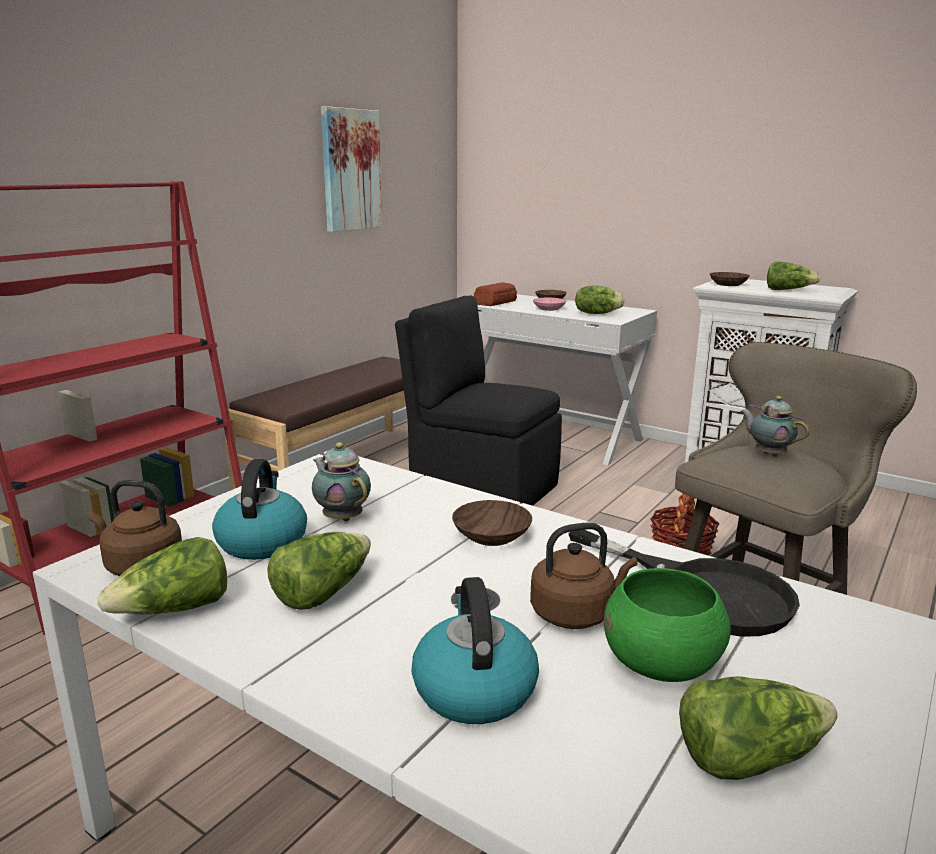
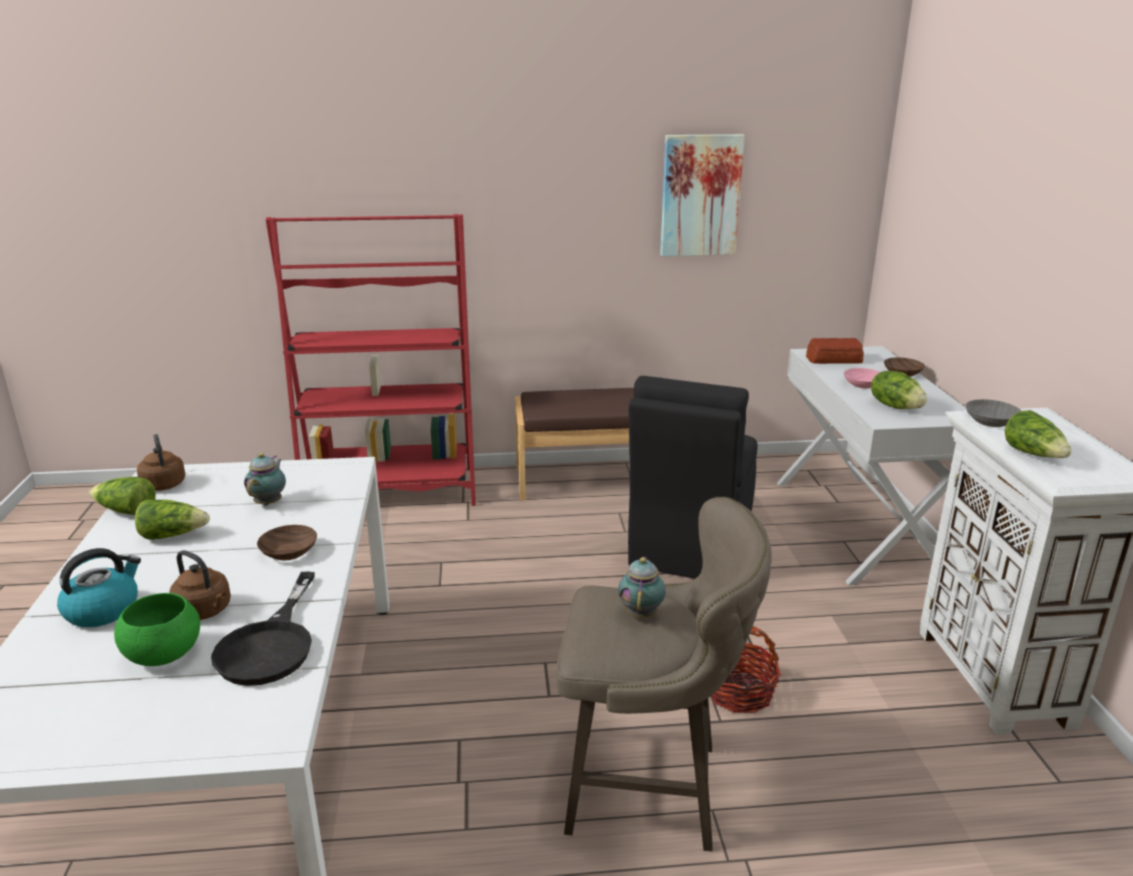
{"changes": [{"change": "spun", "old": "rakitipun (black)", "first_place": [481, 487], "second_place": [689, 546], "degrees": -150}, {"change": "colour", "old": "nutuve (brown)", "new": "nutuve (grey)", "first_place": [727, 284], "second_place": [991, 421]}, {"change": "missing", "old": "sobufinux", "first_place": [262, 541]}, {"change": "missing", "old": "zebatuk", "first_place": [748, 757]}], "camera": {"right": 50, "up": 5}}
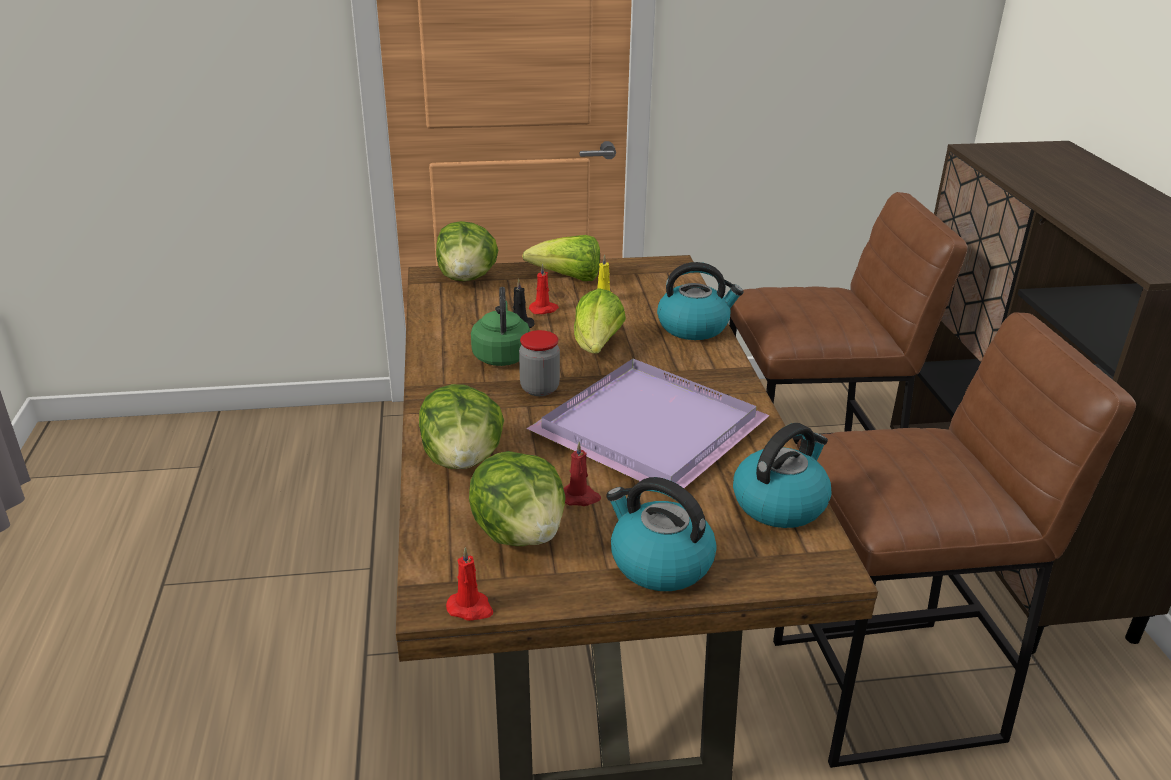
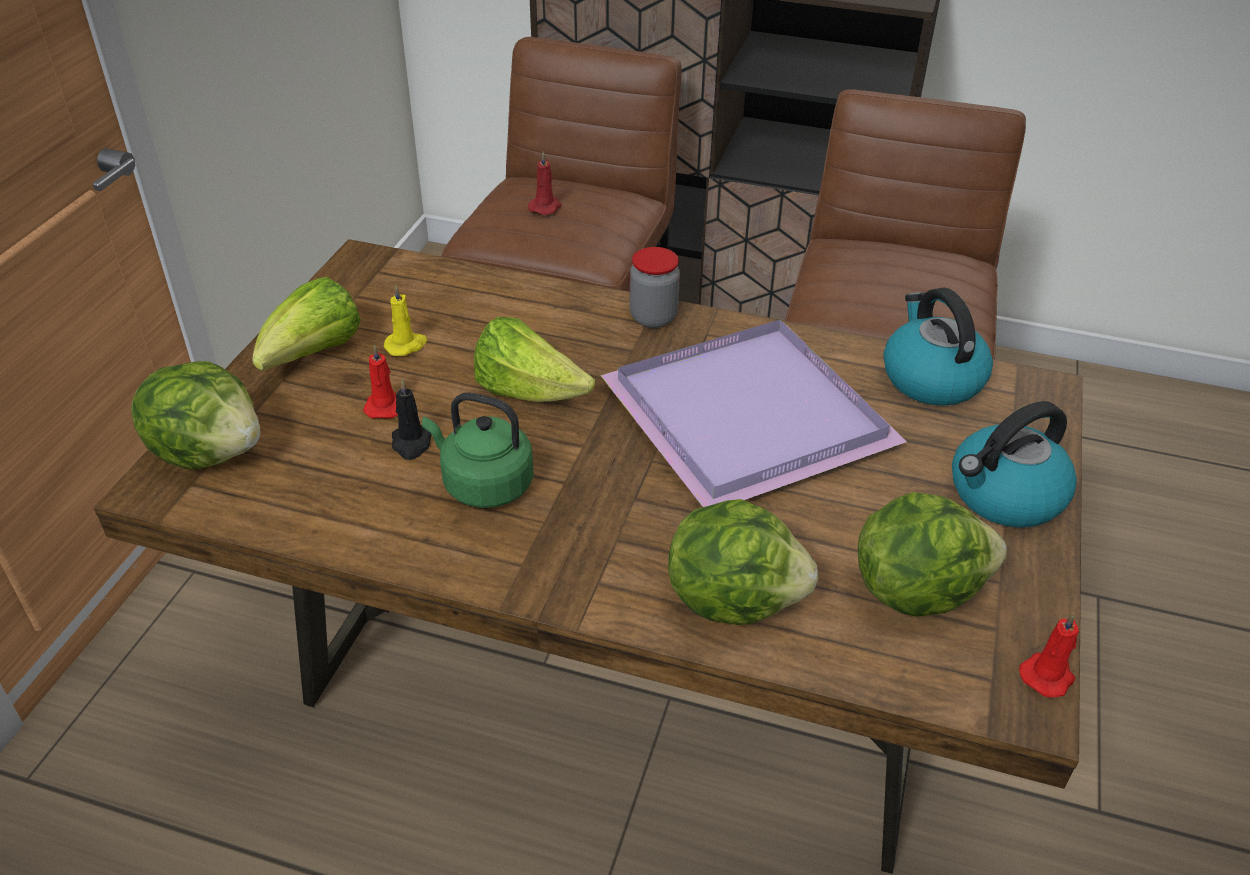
{"changes": [{"change": "relocated", "old": "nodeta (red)", "first_place": [580, 497], "second_place": [546, 207]}, {"change": "relocated", "old": "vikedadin", "first_place": [539, 388], "second_place": [653, 317]}, {"change": "missing", "old": "sobufinux", "first_place": [694, 326]}], "camera": {"right": -65, "up": 10}}
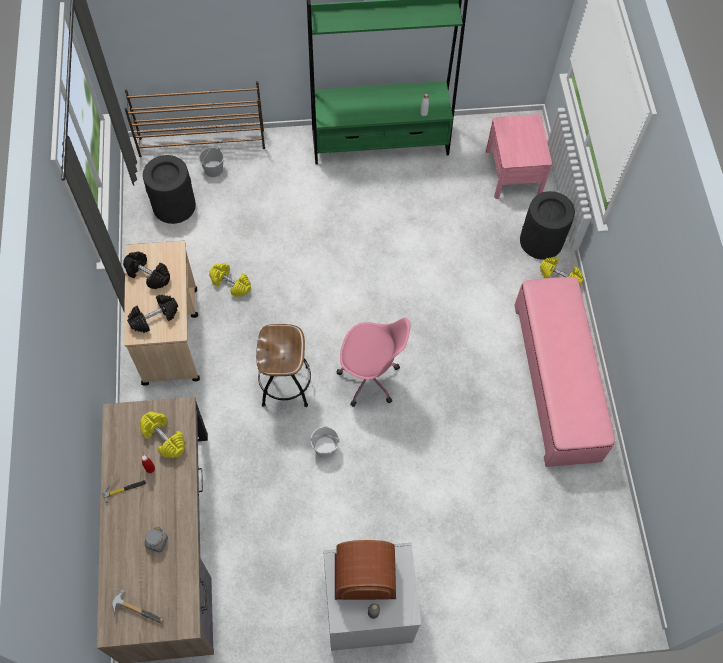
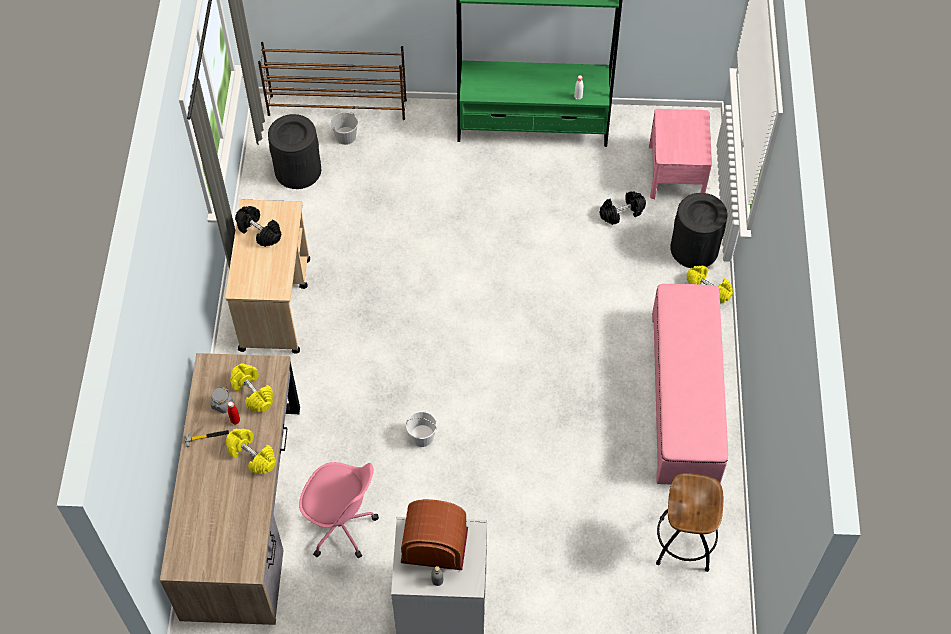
{"changes": [{"change": "relocated", "old": "vikedadin (grey)", "first_place": [157, 542], "second_place": [222, 404]}, {"change": "relocated", "old": "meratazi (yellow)", "first_place": [231, 284], "second_place": [252, 455]}, {"change": "relocated", "old": "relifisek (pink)", "first_place": [370, 379], "second_place": [343, 528]}, {"change": "relocated", "old": "meratazi (black)", "first_place": [154, 317], "second_place": [621, 212]}, {"change": "relocated", "old": "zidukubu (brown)", "first_place": [285, 386], "second_place": [684, 544]}, {"change": "missing", "old": "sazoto", "first_place": [138, 608]}], "camera": {"right": 10, "up": -5}}
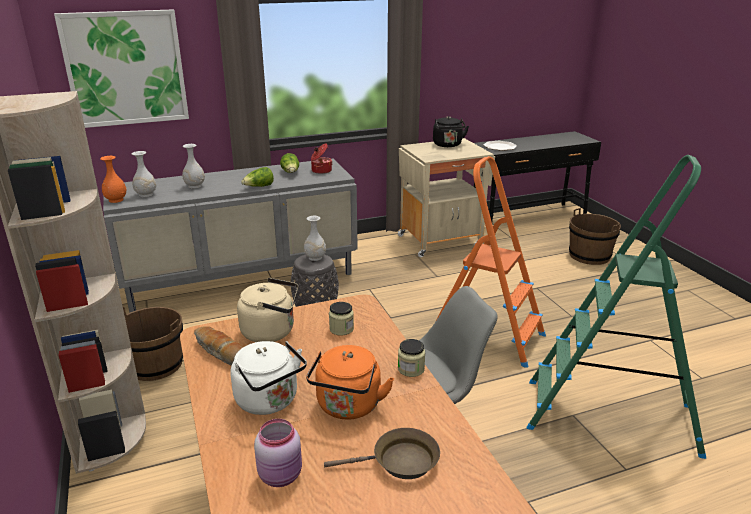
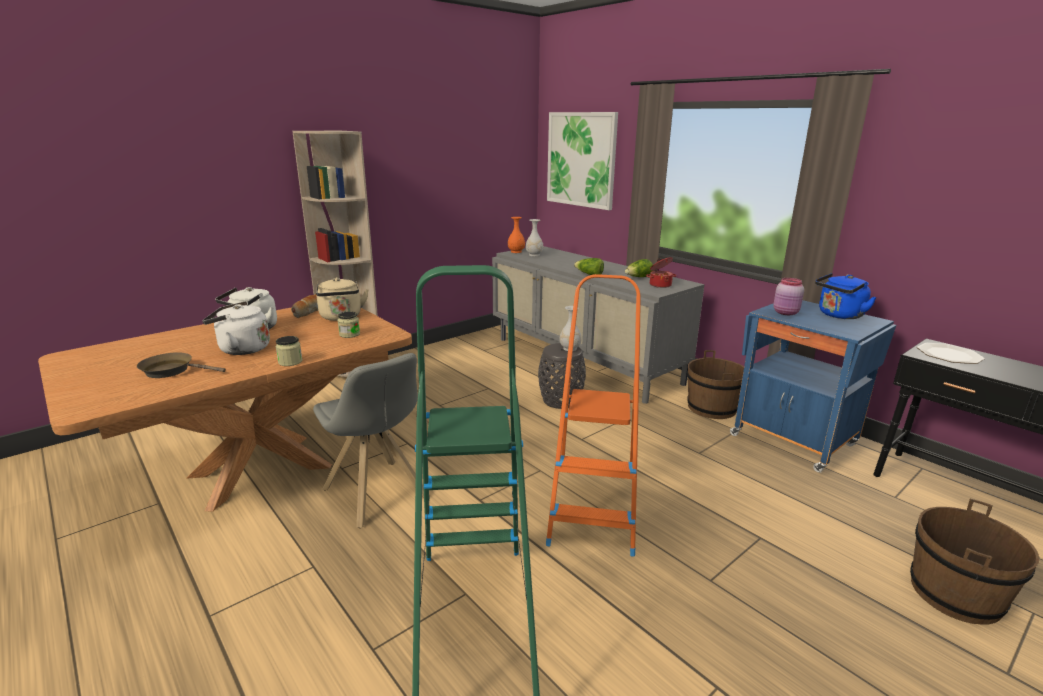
{"changes": [{"change": "spun", "old": "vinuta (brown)", "first_place": [400, 462], "second_place": [172, 371], "degrees": 120}, {"change": "colour", "old": "sobufinux (orange)", "new": "sobufinux (white)", "first_place": [348, 407], "second_place": [241, 349]}, {"change": "relocated", "old": "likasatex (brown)", "first_place": [155, 364], "second_place": [712, 408]}, {"change": "colour", "old": "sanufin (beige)", "new": "sanufin (blue)", "first_place": [441, 241], "second_place": [794, 442]}, {"change": "relocated", "old": "vikedadin (pink)", "first_place": [281, 475], "second_place": [786, 313]}, {"change": "colour", "old": "sobufinux (black)", "new": "sobufinux (blue)", "first_place": [448, 145], "second_place": [839, 315]}, {"change": "missing", "old": "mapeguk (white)", "first_place": [195, 186]}], "camera": {"right": 70, "up": -5}}
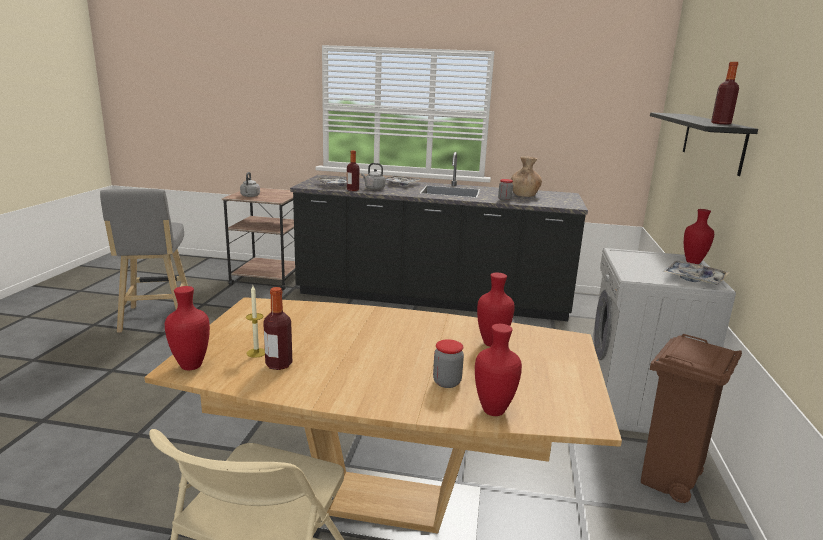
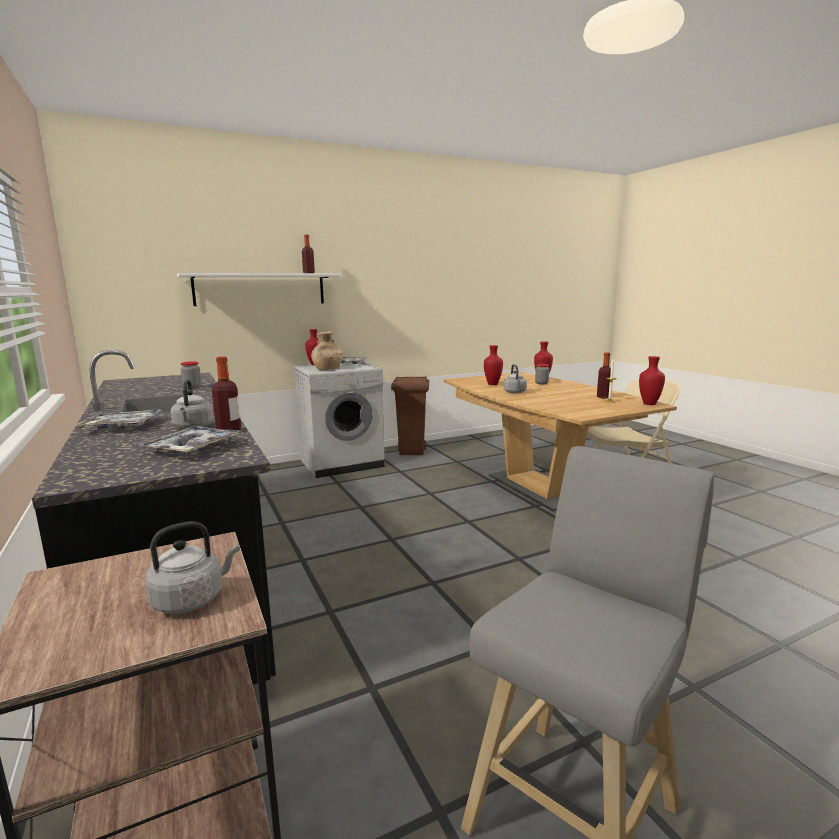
{"changes": [{"change": "colour", "old": "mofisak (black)", "new": "mofisak (white)", "first_place": [712, 141], "second_place": [260, 289]}, {"change": "relocated", "old": "mapeguk (brown)", "first_place": [524, 195], "second_place": [327, 369]}, {"change": "appeared", "new": "sobufinux (grey)", "second_place": [515, 392]}], "camera": {"right": -125, "up": -5}}
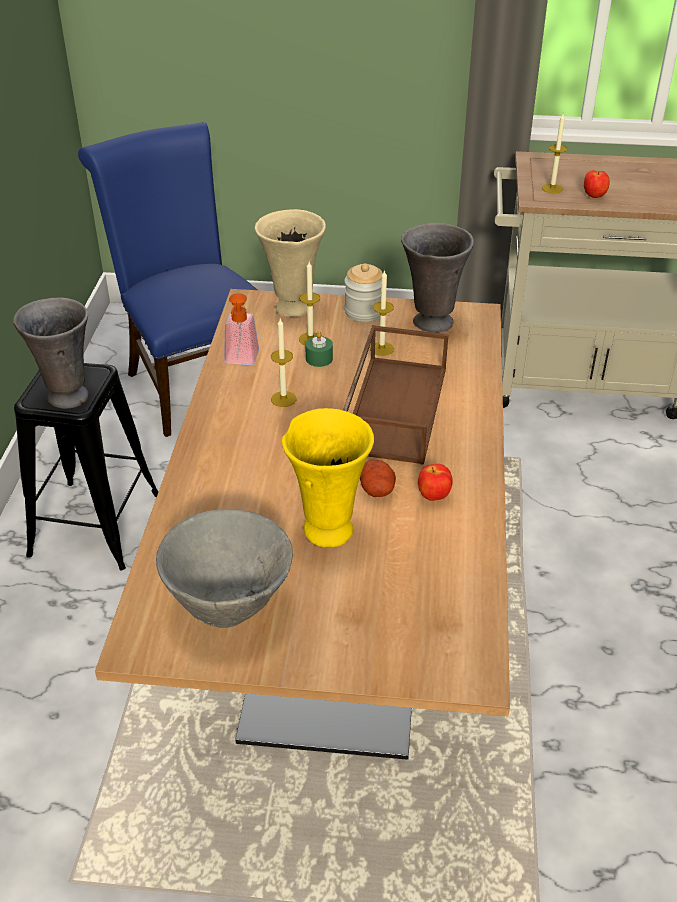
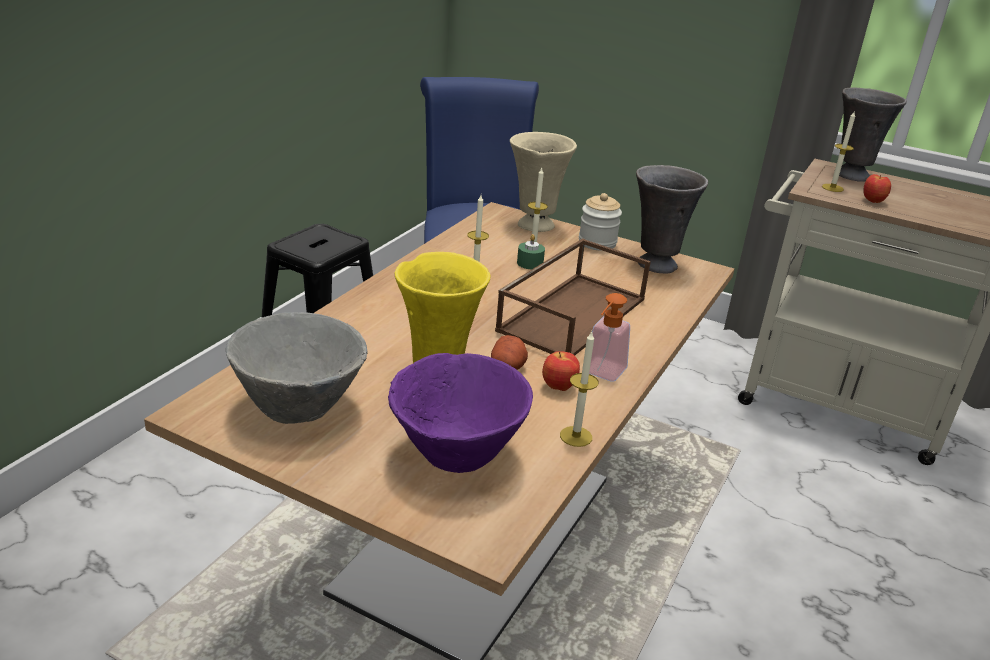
{"changes": [{"change": "appeared", "new": "nutuve (purple)", "second_place": [457, 456]}, {"change": "relocated", "old": "nodeta", "first_place": [381, 349], "second_place": [576, 436]}, {"change": "relocated", "old": "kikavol", "first_place": [240, 361], "second_place": [601, 374]}, {"change": "relocated", "old": "mapeguk (grey)", "first_place": [67, 396], "second_place": [850, 175]}], "camera": {"right": 20, "up": -10}}
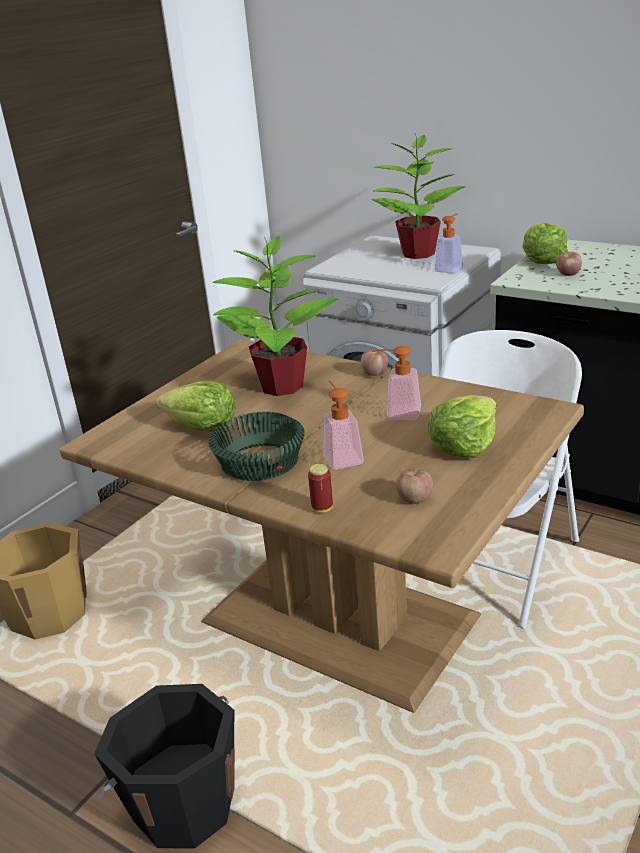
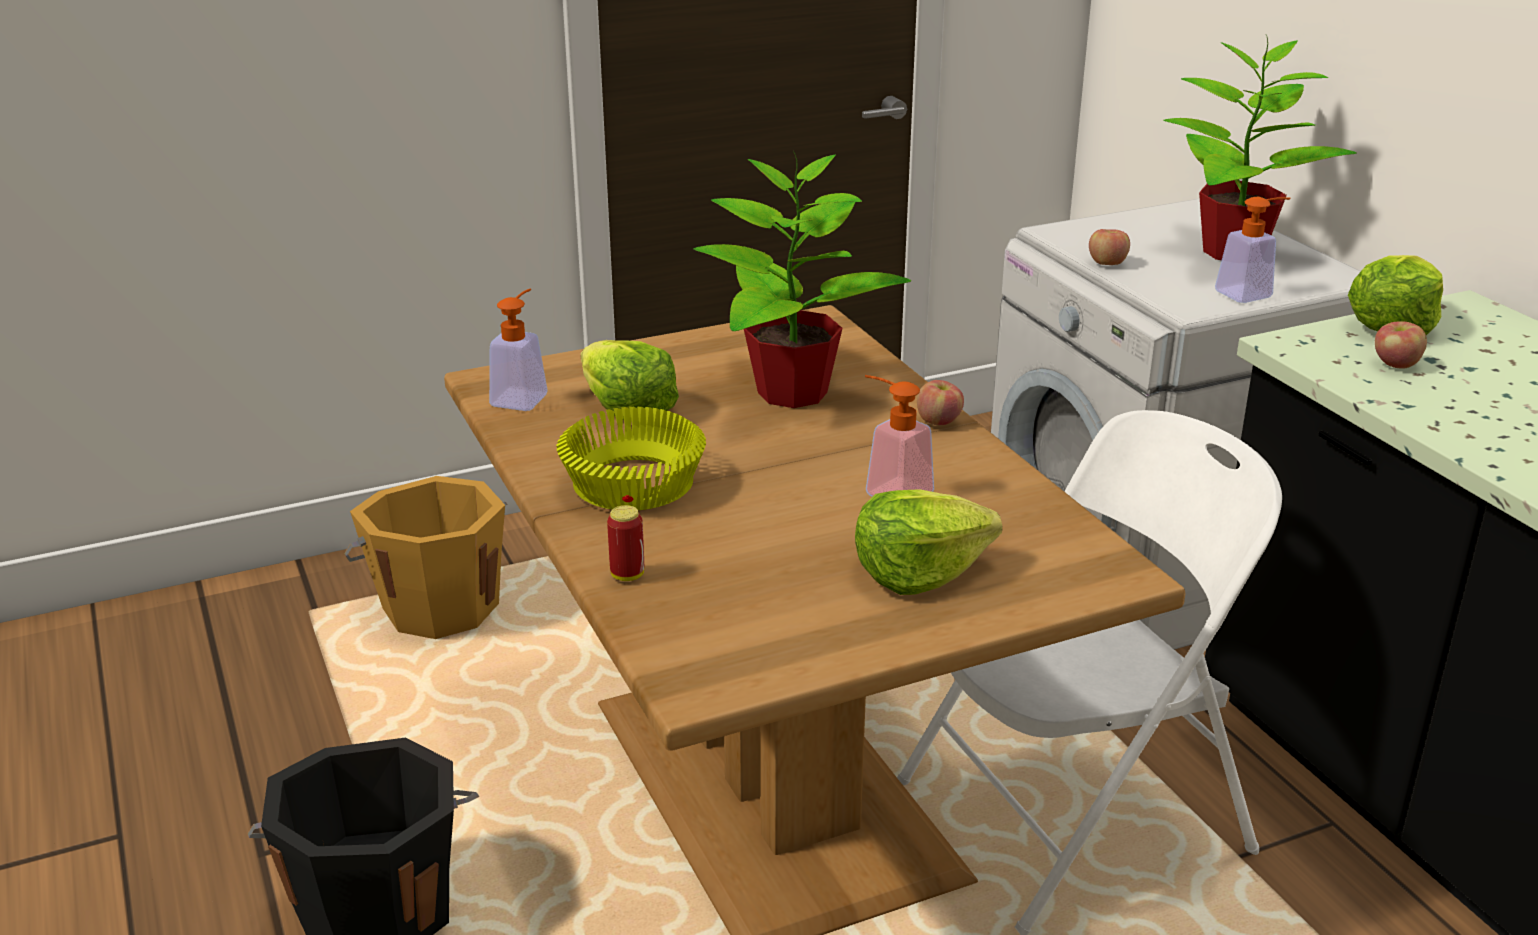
{"changes": [{"change": "relocated", "old": "kikavol", "first_place": [341, 456], "second_place": [523, 396]}, {"change": "colour", "old": "nutuve (green)", "new": "nutuve (yellow)", "first_place": [260, 463], "second_place": [631, 485]}, {"change": "relocated", "old": "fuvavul", "first_place": [414, 499], "second_place": [1107, 263]}], "camera": {"right": 30, "up": 0}}
